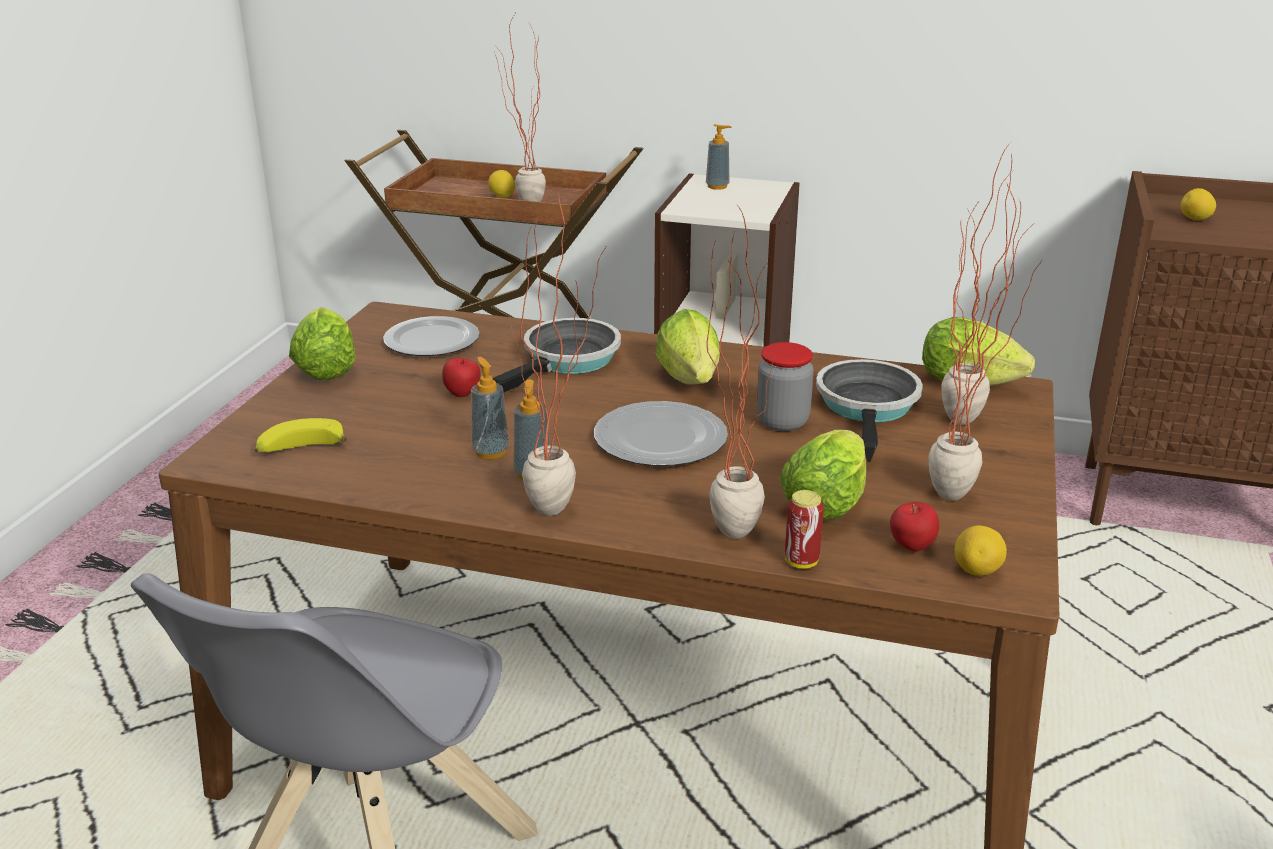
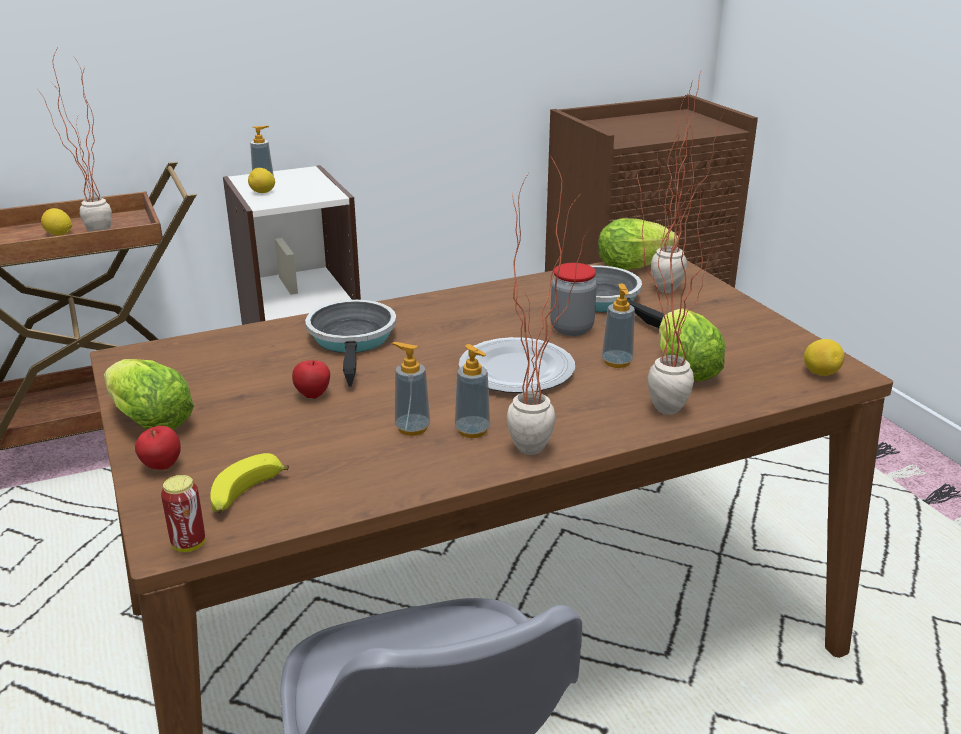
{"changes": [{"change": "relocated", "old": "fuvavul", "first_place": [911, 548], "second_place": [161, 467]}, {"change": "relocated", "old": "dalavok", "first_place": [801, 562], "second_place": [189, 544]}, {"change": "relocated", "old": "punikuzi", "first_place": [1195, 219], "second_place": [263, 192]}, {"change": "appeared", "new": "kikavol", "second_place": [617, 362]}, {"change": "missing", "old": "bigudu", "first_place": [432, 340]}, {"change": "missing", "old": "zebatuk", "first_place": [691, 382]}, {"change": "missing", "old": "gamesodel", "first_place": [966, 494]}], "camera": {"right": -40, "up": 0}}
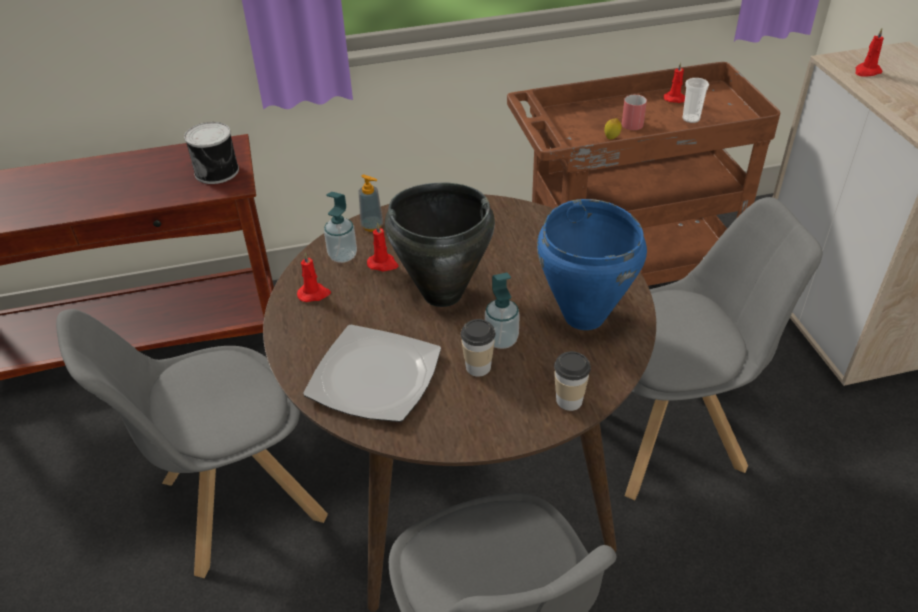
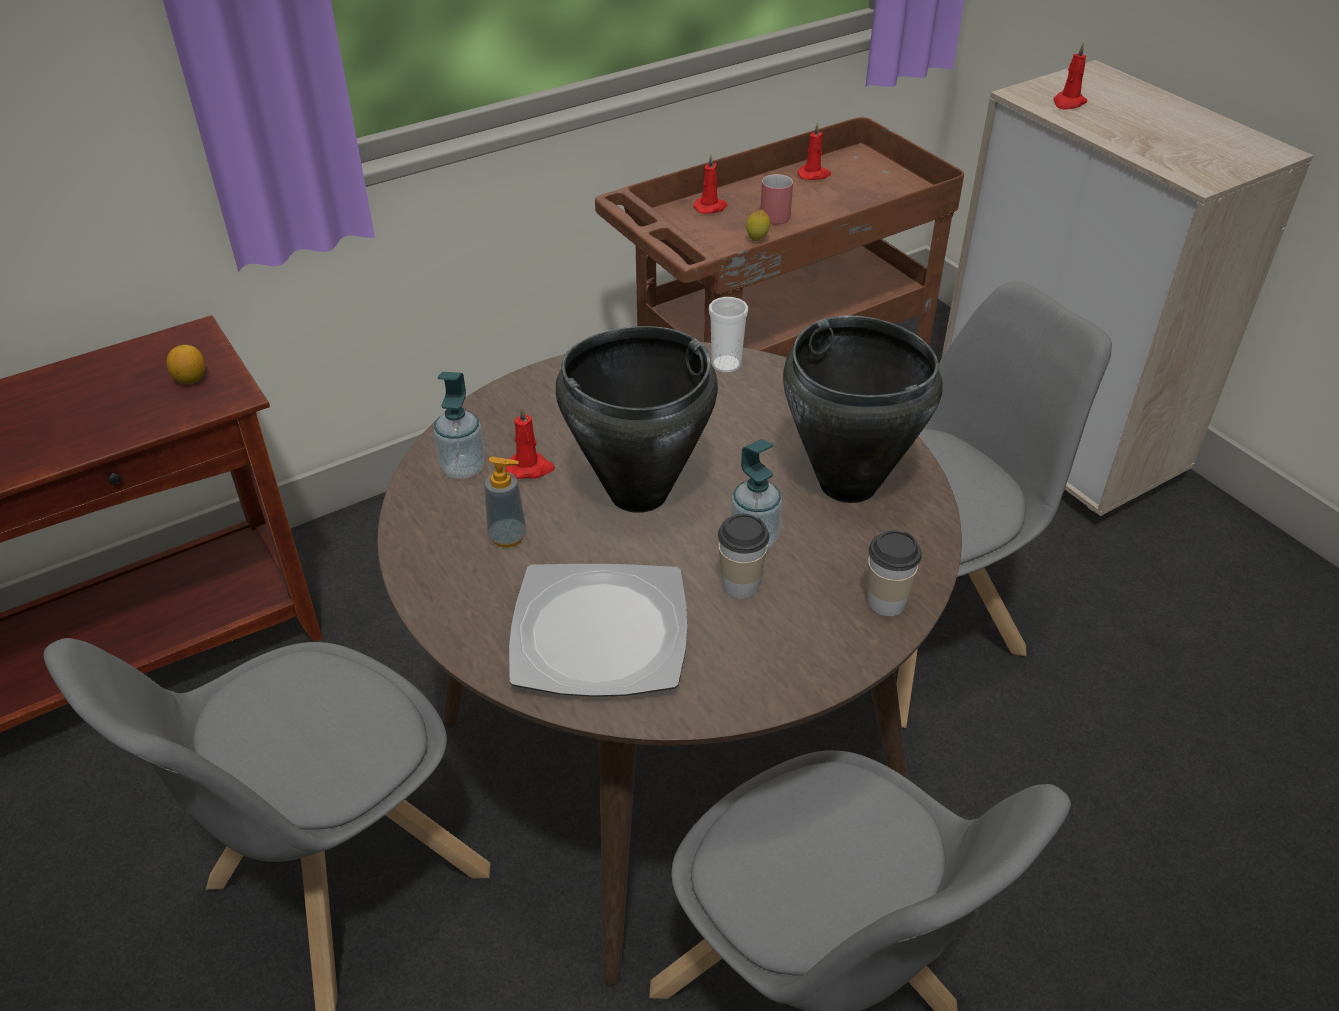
{"changes": [{"change": "exchanged", "old": "dalavok", "new": "punikuzi", "first_place": [218, 171], "second_place": [190, 379]}, {"change": "relocated", "old": "kikavol", "first_place": [372, 226], "second_place": [508, 536]}, {"change": "relocated", "old": "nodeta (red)", "first_place": [314, 294], "second_place": [711, 207]}, {"change": "relocated", "old": "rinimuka", "first_place": [691, 119], "second_place": [726, 365]}, {"change": "colour", "old": "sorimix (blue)", "new": "sorimix (black)", "first_place": [583, 317], "second_place": [848, 485]}], "camera": {"right": -20, "up": 0}}
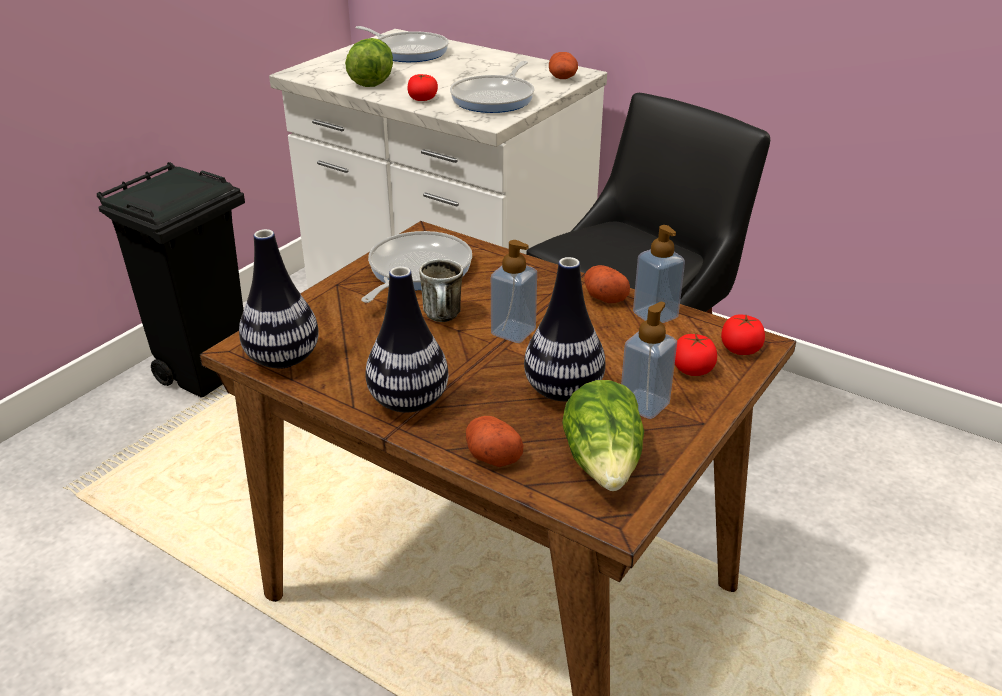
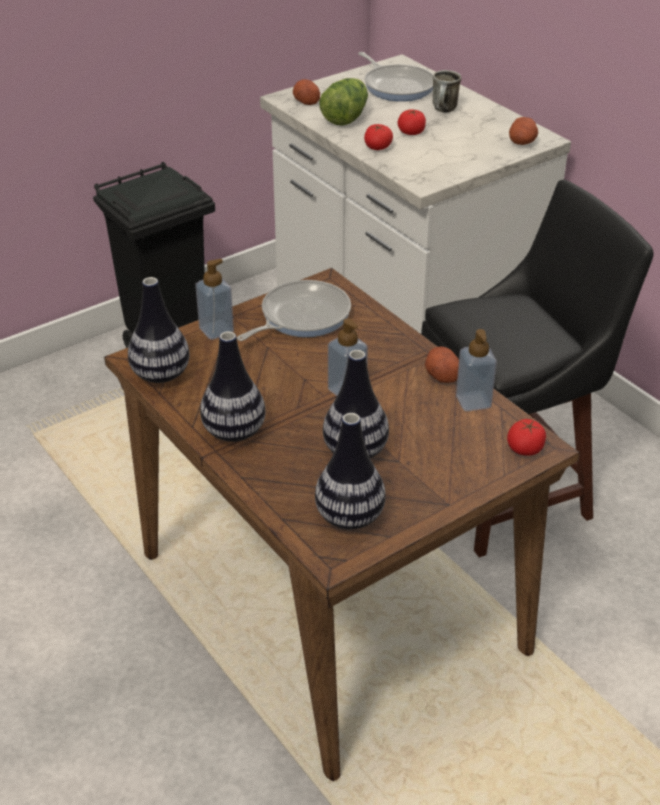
{"changes": [{"change": "relocated", "old": "kikavol", "first_place": [644, 404], "second_place": [216, 330]}, {"change": "relocated", "old": "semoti", "first_place": [492, 455], "second_place": [306, 101]}, {"change": "exchanged", "old": "zebatuk", "new": "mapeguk", "first_place": [604, 463], "second_place": [350, 517]}, {"change": "relocated", "old": "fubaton", "first_place": [692, 368], "second_place": [411, 132]}, {"change": "relocated", "old": "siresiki", "first_place": [444, 318], "second_place": [445, 110]}, {"change": "missing", "old": "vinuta", "first_place": [495, 98]}], "camera": {"right": 20, "up": 5}}
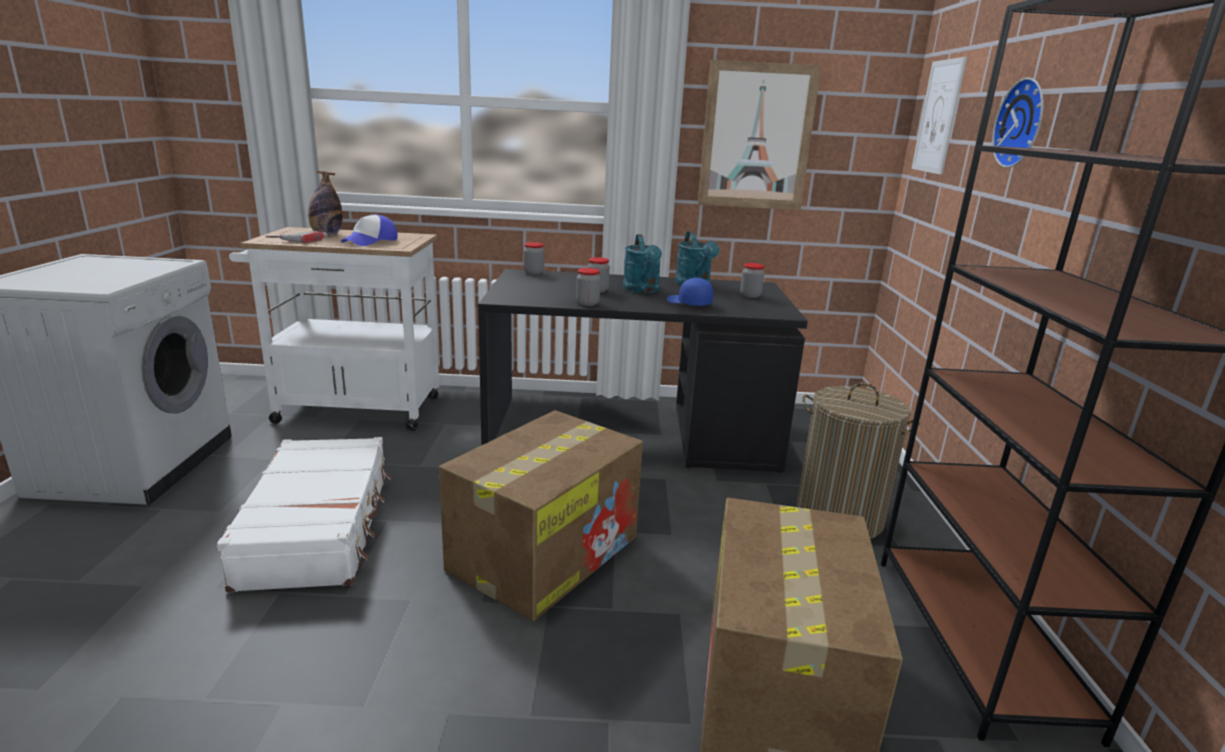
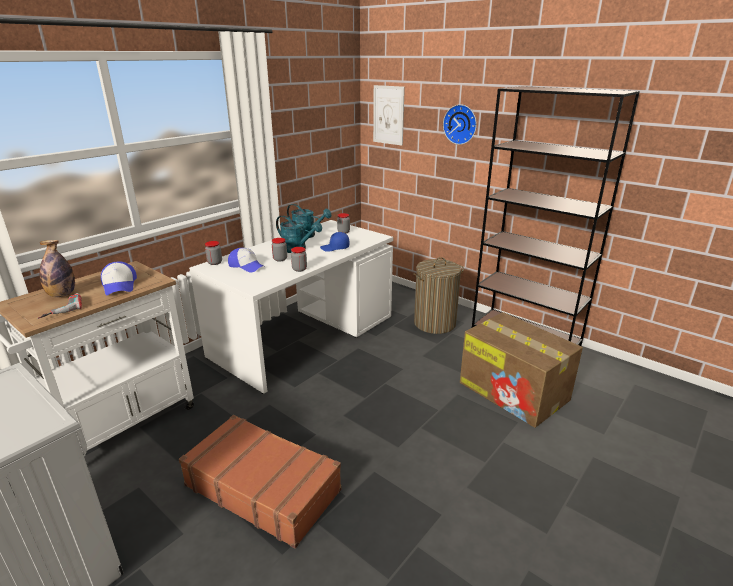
{"changes": [{"change": "colour", "old": "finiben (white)", "new": "finiben (brown)", "first_place": [319, 527], "second_place": [263, 487]}, {"change": "colour", "old": "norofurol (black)", "new": "norofurol (white)", "first_place": [632, 433], "second_place": [304, 336]}, {"change": "appeared", "new": "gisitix", "second_place": [246, 266]}, {"change": "missing", "old": "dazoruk", "first_place": [546, 552]}, {"change": "missing", "old": "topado", "first_place": [756, 137]}], "camera": {"right": -50, "up": 5}}
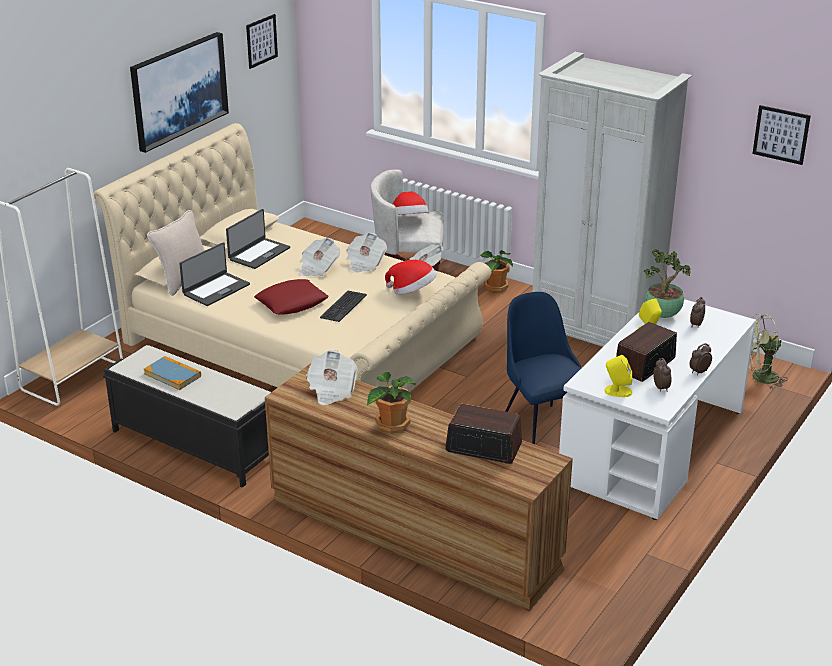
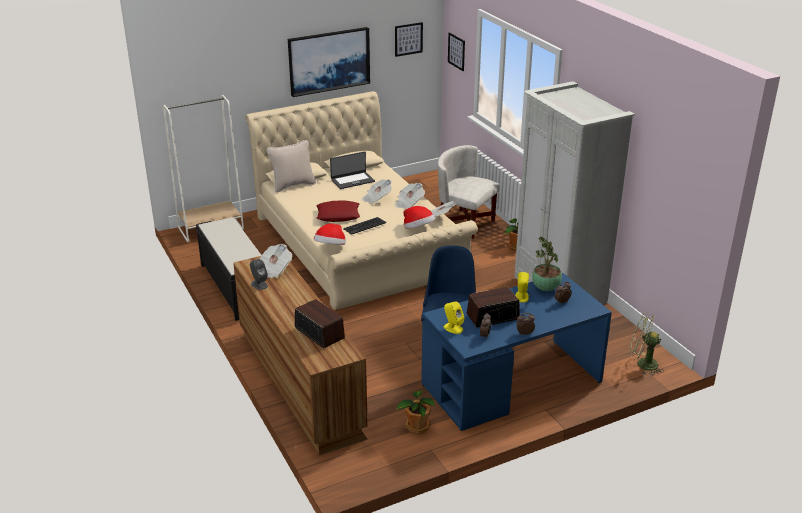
{"changes": [{"change": "appeared", "new": "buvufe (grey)", "second_place": [259, 284]}, {"change": "relocated", "old": "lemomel", "first_place": [409, 221], "second_place": [330, 247]}, {"change": "relocated", "old": "gamesodel", "first_place": [391, 425], "second_place": [416, 427]}, {"change": "colour", "old": "norofurol (white)", "new": "norofurol (blue)", "first_place": [653, 447], "second_place": [512, 384]}, {"change": "relocated", "old": "topado", "first_place": [781, 134], "second_place": [456, 51]}, {"change": "missing", "old": "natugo", "first_place": [172, 375]}, {"change": "missing", "old": "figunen", "first_place": [215, 289]}], "camera": {"right": 30, "up": 0}}
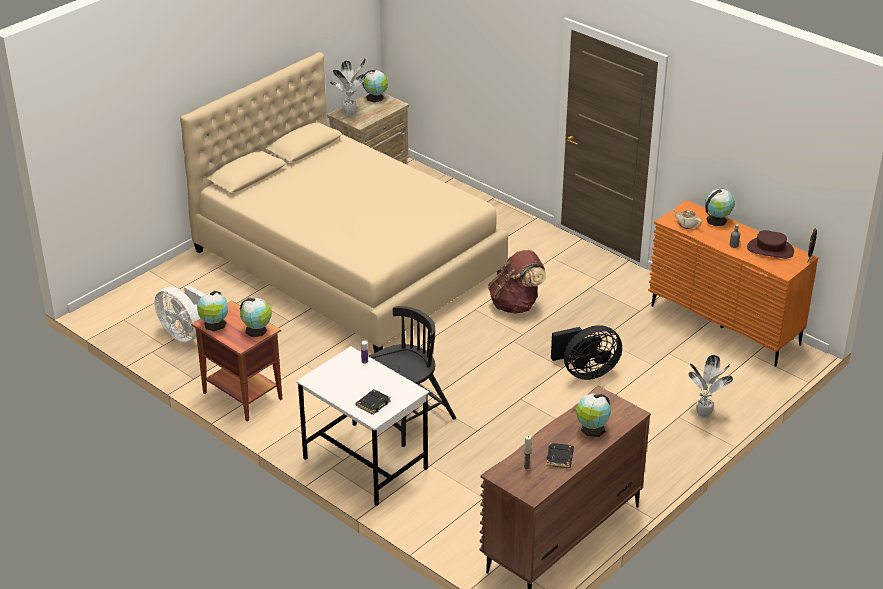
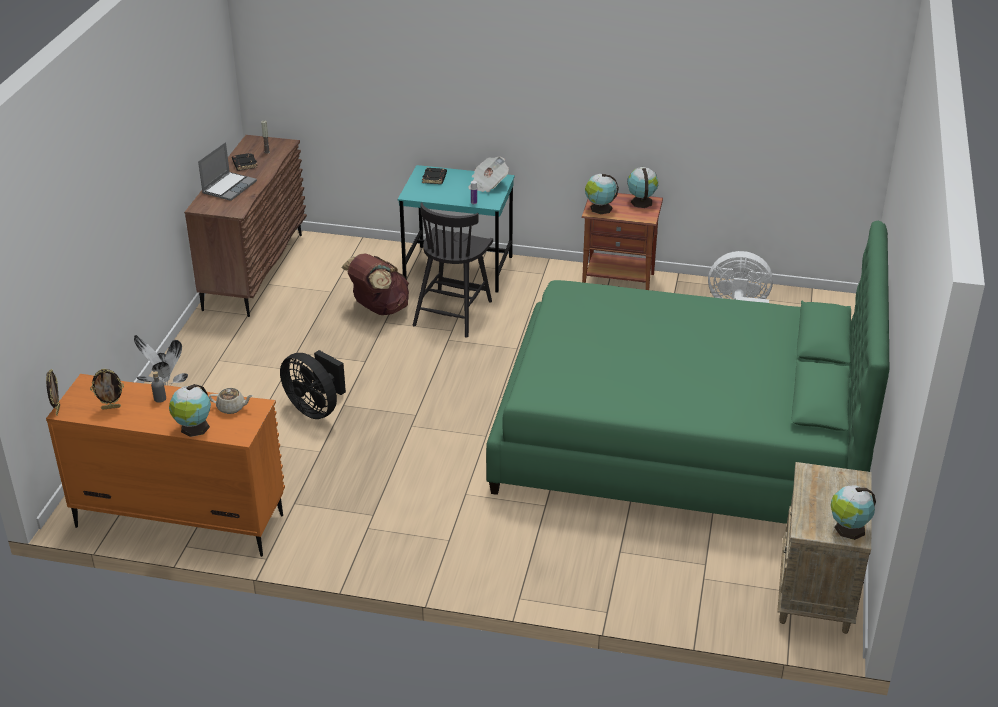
{"changes": [{"change": "exchanged", "old": "lemomel (brown)", "new": "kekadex", "first_place": [770, 250], "second_place": [111, 407]}, {"change": "exchanged", "old": "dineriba", "new": "figunen", "first_place": [592, 429], "second_place": [229, 187]}, {"change": "spun", "old": "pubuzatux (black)", "first_place": [585, 372], "second_place": [315, 408], "degrees": -90}, {"change": "relocated", "old": "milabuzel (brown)", "first_place": [516, 305], "second_place": [379, 309]}, {"change": "colour", "old": "norofurol (white)", "new": "norofurol (turquoise)", "first_place": [364, 464], "second_place": [459, 269]}, {"change": "appeared", "new": "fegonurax", "second_place": [487, 184]}, {"change": "colour", "old": "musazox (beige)", "new": "musazox (green)", "first_place": [348, 262], "second_place": [681, 441]}, {"change": "missing", "old": "gamesodel", "first_place": [351, 114]}], "camera": {"right": 150, "up": 0}}
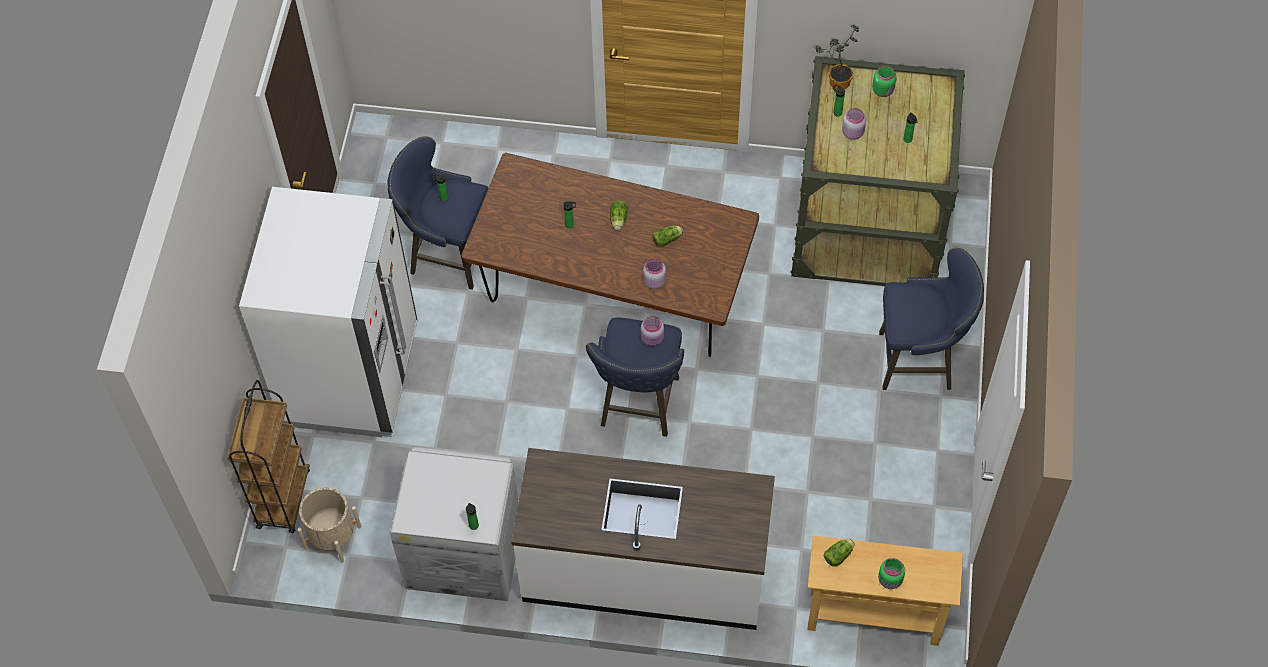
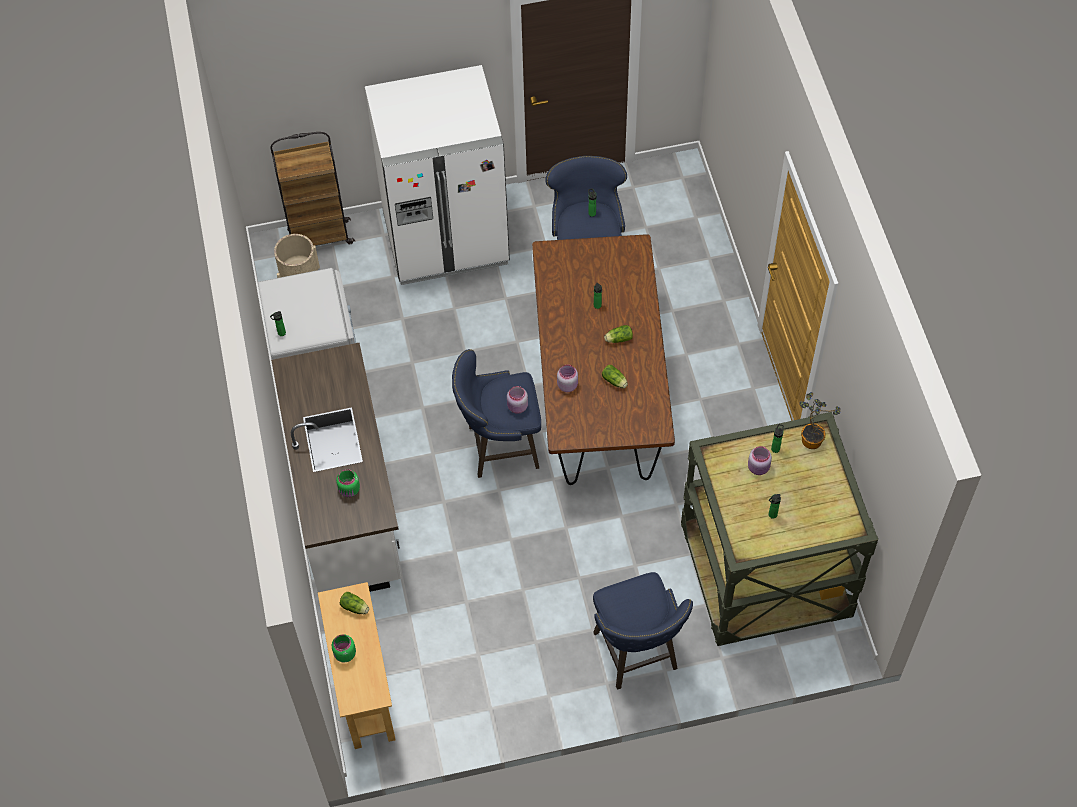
{"changes": [{"change": "relocated", "old": "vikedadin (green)", "first_place": [883, 90], "second_place": [349, 490]}], "camera": {"right": 70, "up": 0}}
